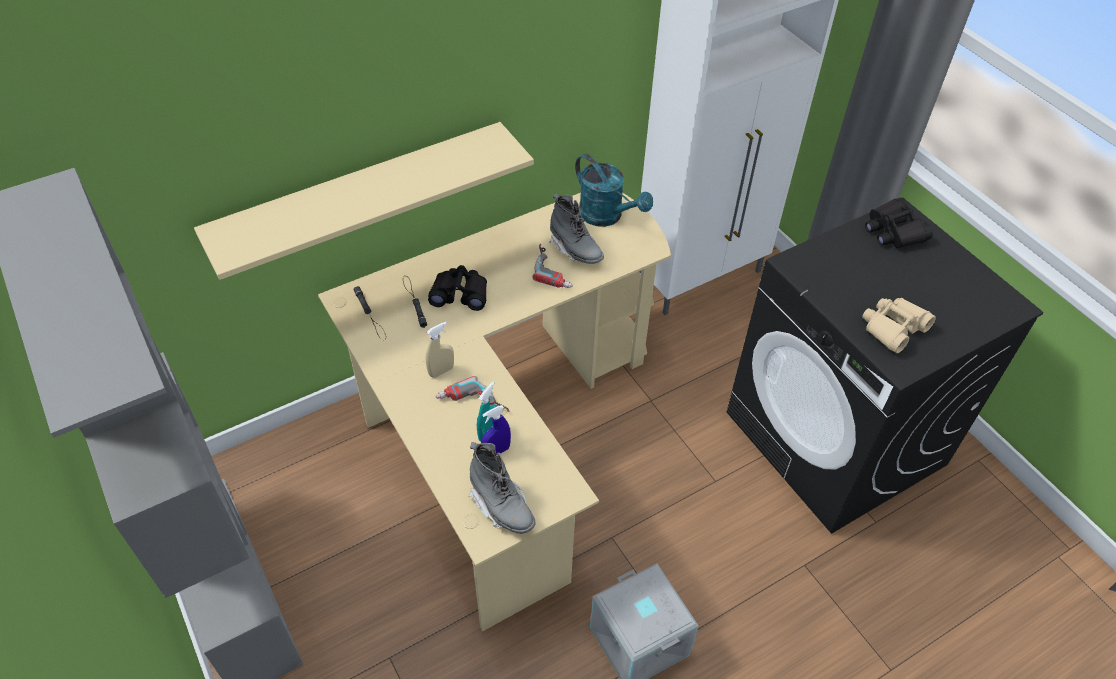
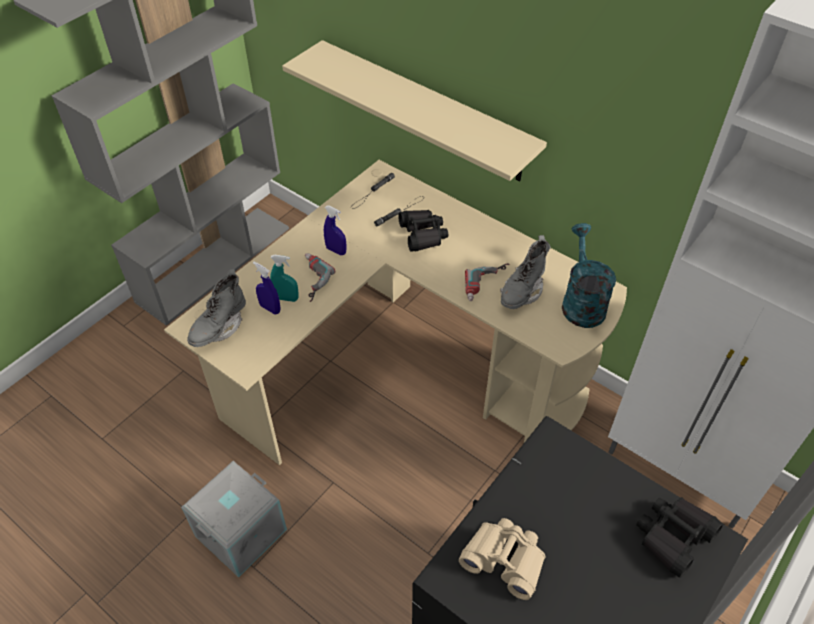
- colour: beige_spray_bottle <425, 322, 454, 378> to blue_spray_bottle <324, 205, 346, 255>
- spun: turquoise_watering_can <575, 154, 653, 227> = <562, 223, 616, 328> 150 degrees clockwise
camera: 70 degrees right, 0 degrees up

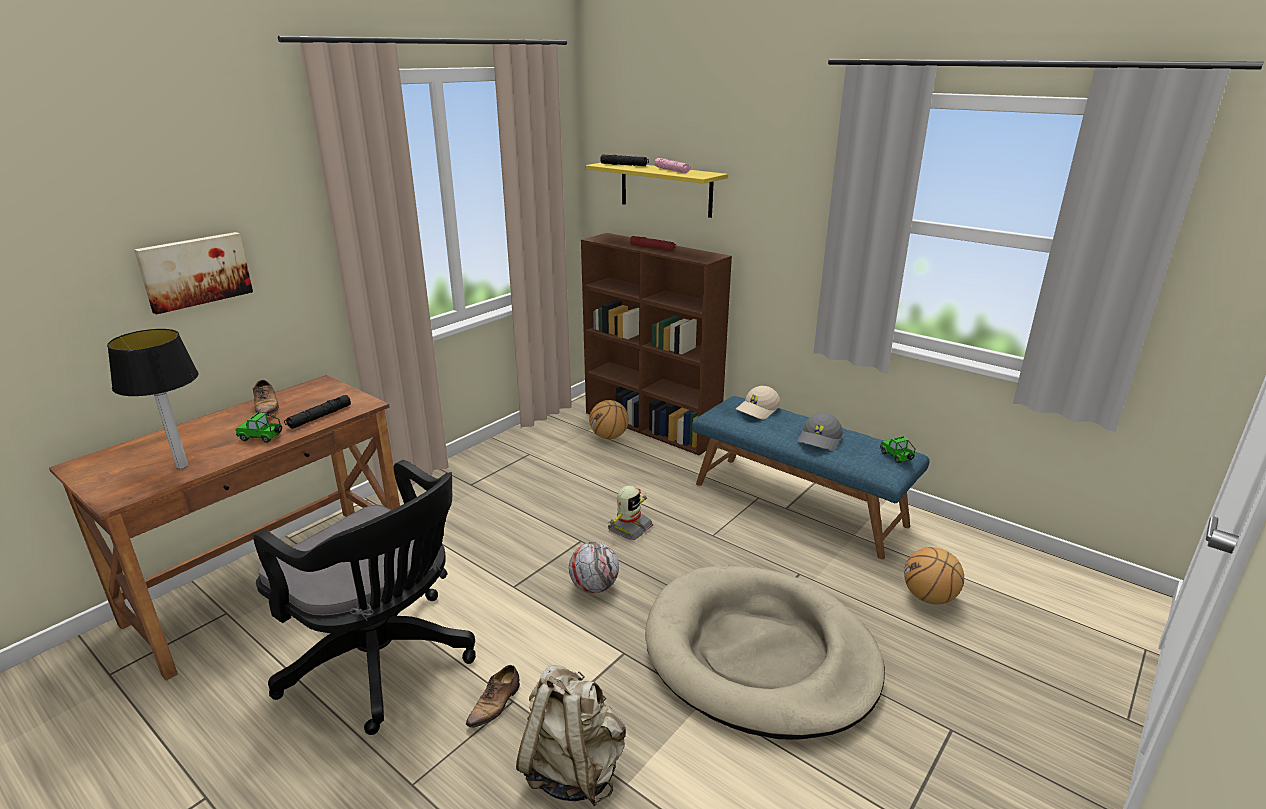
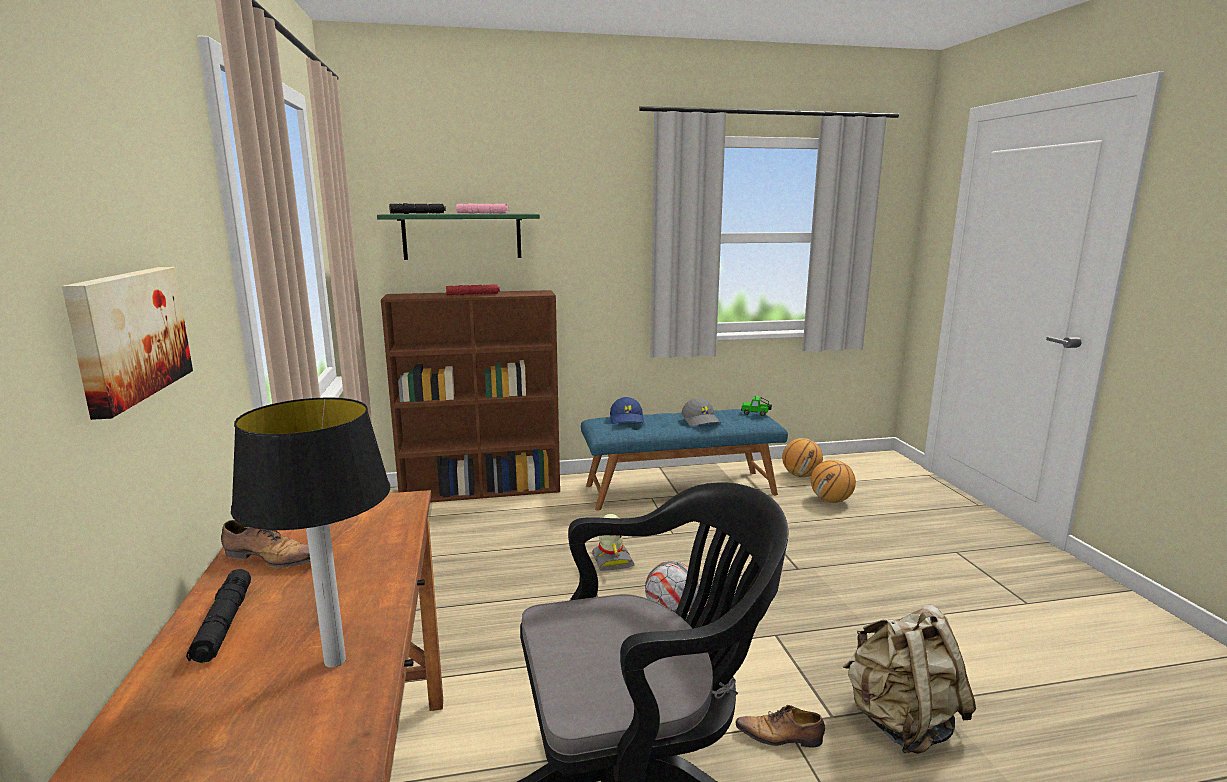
- missing: toy_car <235, 412, 282, 443>
- relocated: black_flashlight <284, 395, 351, 429> to <186, 569, 251, 663>
- spun: shoe <466, 665, 520, 728> = <735, 705, 825, 748> 120 degrees clockwise
- colour: yellow_shelf <585, 163, 728, 218> to green_shelf <377, 214, 540, 260>
- relocated: basketball <589, 400, 629, 439> to <782, 438, 823, 477>
- missing: beige_dog_bed <645, 566, 885, 740>
- colour: beige_cap <736, 386, 781, 419> to blue_cap <610, 397, 644, 424>
camera: 50 degrees left, 10 degrees down

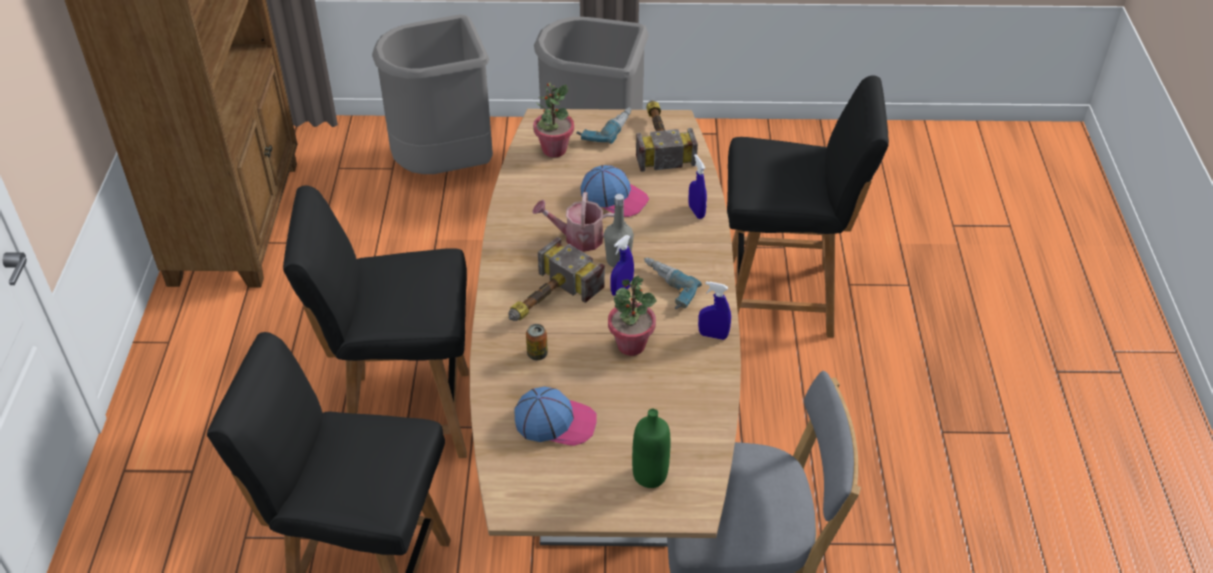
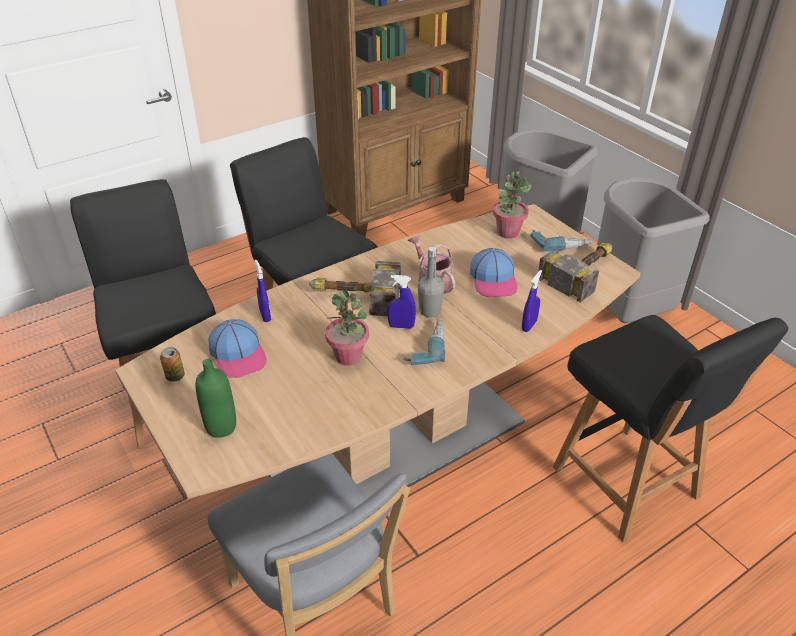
- relocated: can <526, 324, 548, 360> to <160, 347, 185, 382>
- relocated: blue_spray_bottle <698, 281, 731, 340> to <255, 260, 271, 322>
camera: 55 degrees right, 5 degrees down

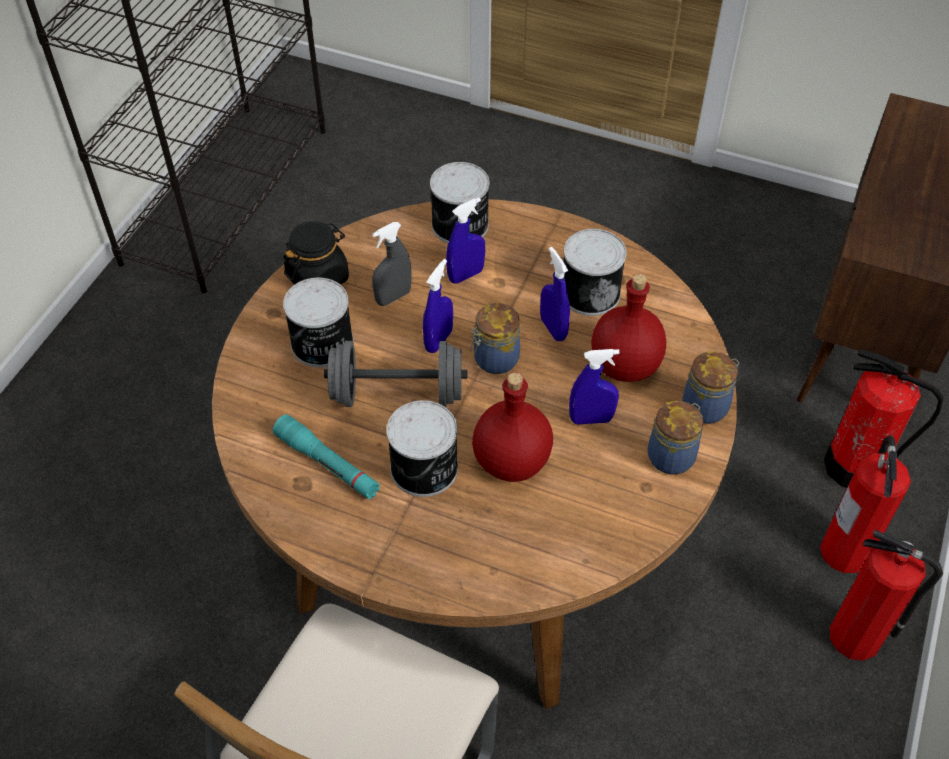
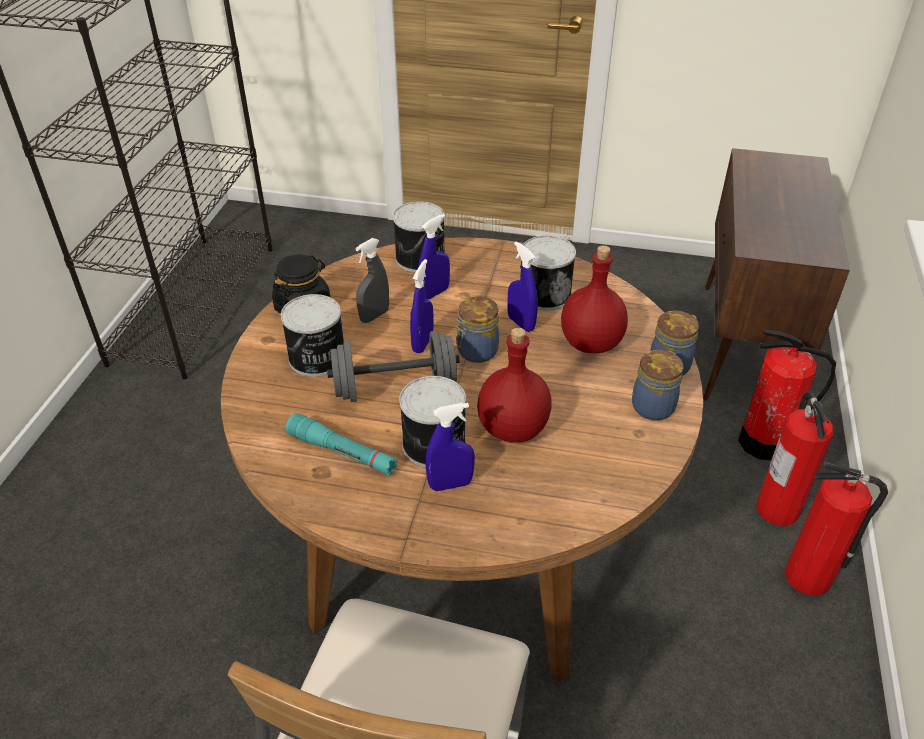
- relocated: blue_spray_bottle <569, 349, 620, 424> to <425, 403, 475, 491>
camera: 10 degrees left, 10 degrees down

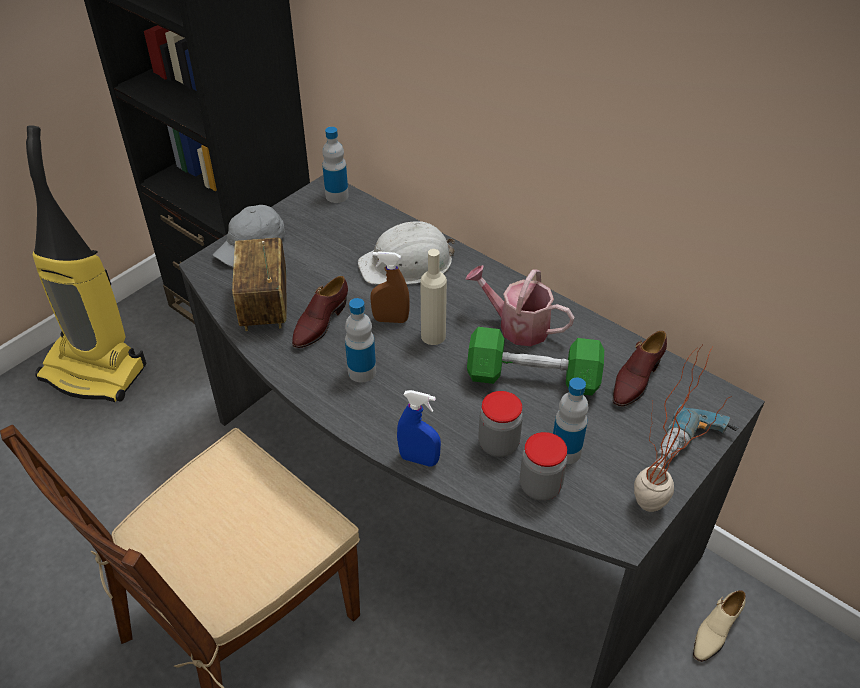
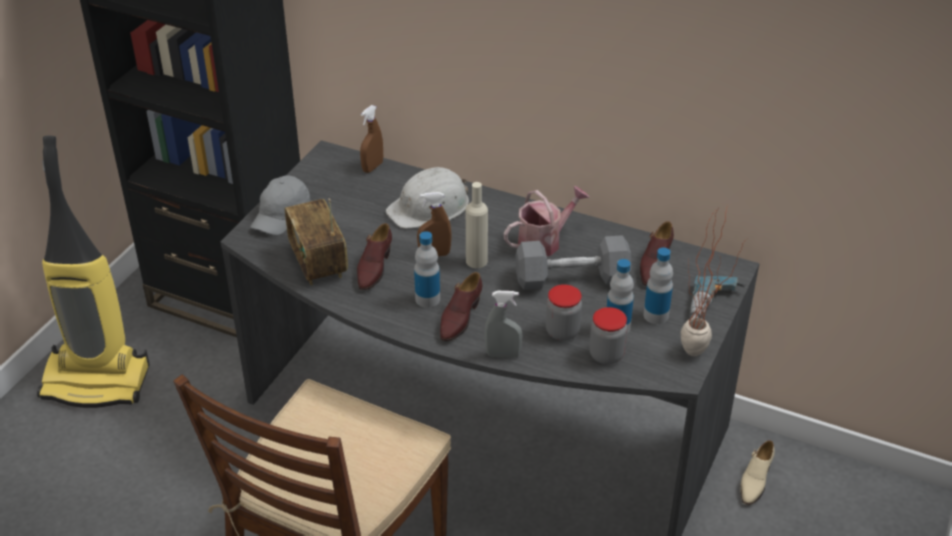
- relocated: bottle <322, 127, 349, 203> to <643, 247, 673, 324>
- colour: blue_spray_bottle <397, 390, 441, 467> to grey_spray_bottle <484, 291, 522, 358>
- spun: watering_can <465, 265, 575, 346> = <504, 186, 589, 256> 135 degrees clockwise
- colour: green_dumbbell <467, 327, 604, 396> to grey_dumbbell <515, 235, 632, 290>
- appeared: brown_spray_bottle <360, 105, 383, 173>
- appeared: brown_shoe <440, 272, 482, 341>
camera: 15 degrees left, 5 degrees down

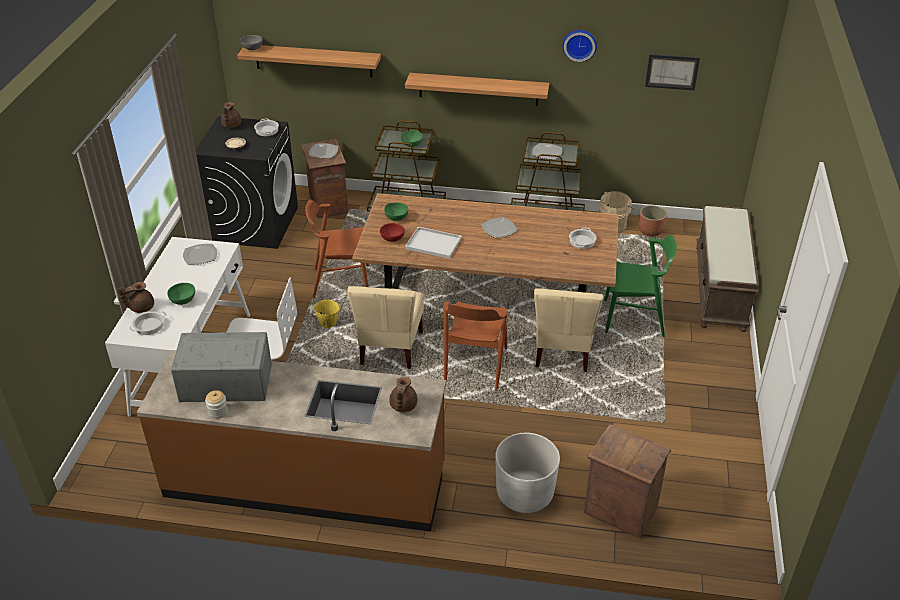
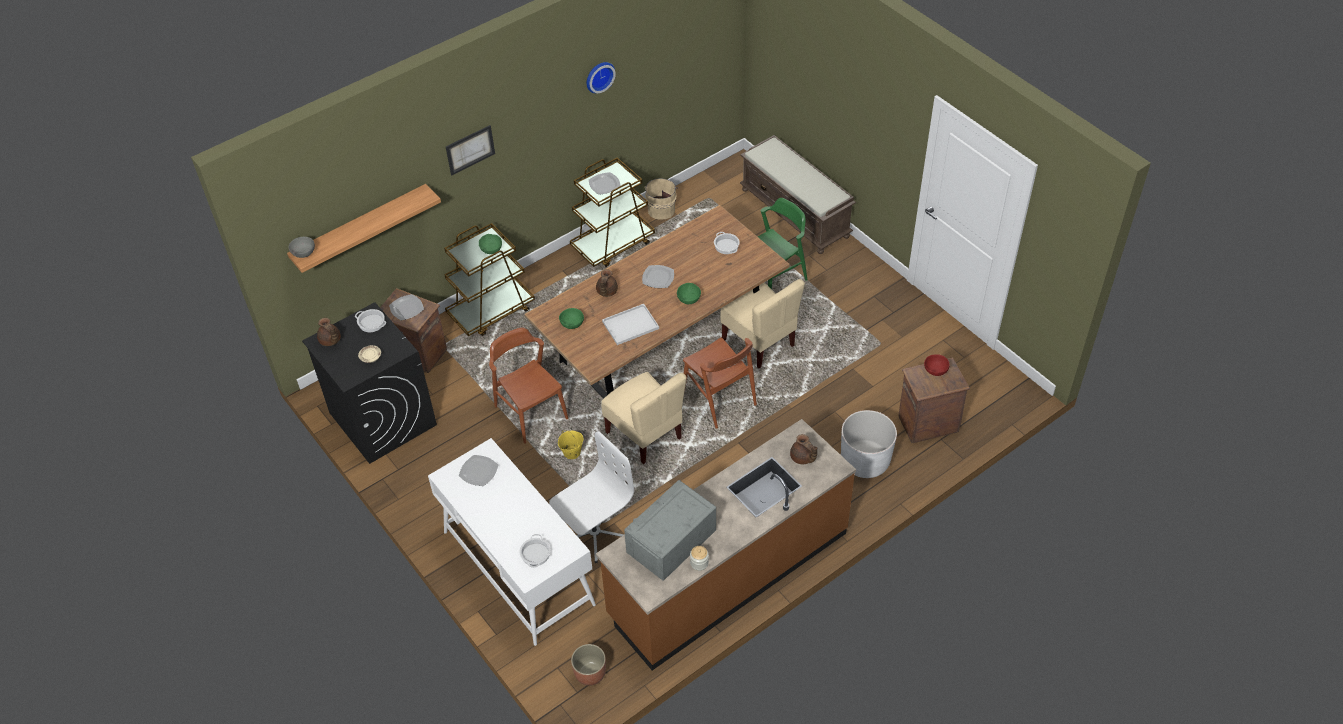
- relocated: brown_teapot <117, 282, 154, 313> to <596, 269, 618, 297>
- relocated: green_bowl <167, 283, 195, 305> to <677, 283, 701, 304>
- spun: brown_chair <305, 199, 369, 298> = <489, 328, 568, 444> 105 degrees clockwise
- relocated: red_bowl <380, 223, 405, 242> to <924, 354, 950, 376>
- missing: shelf <405, 73, 549, 106>
- relocated: planter <639, 205, 667, 237> to <571, 644, 606, 686>
- relocated: picture <645, 54, 700, 90> to <446, 125, 495, 175>
camera: 45 degrees left, 10 degrees up

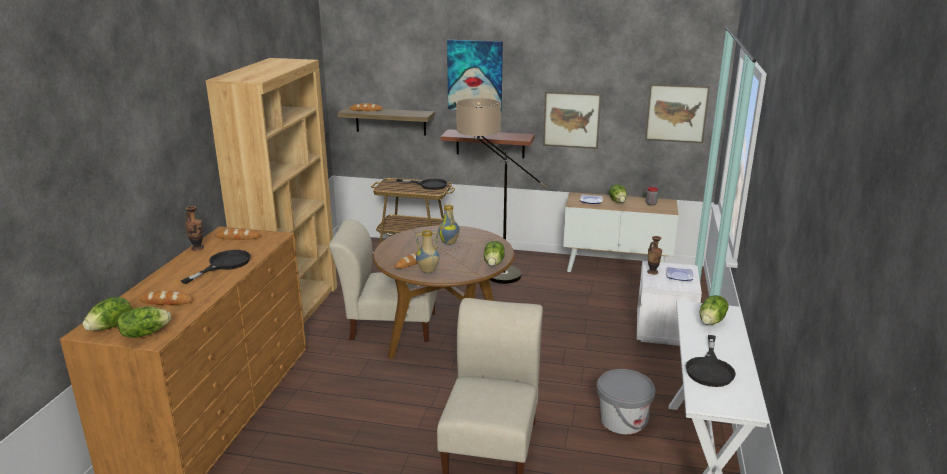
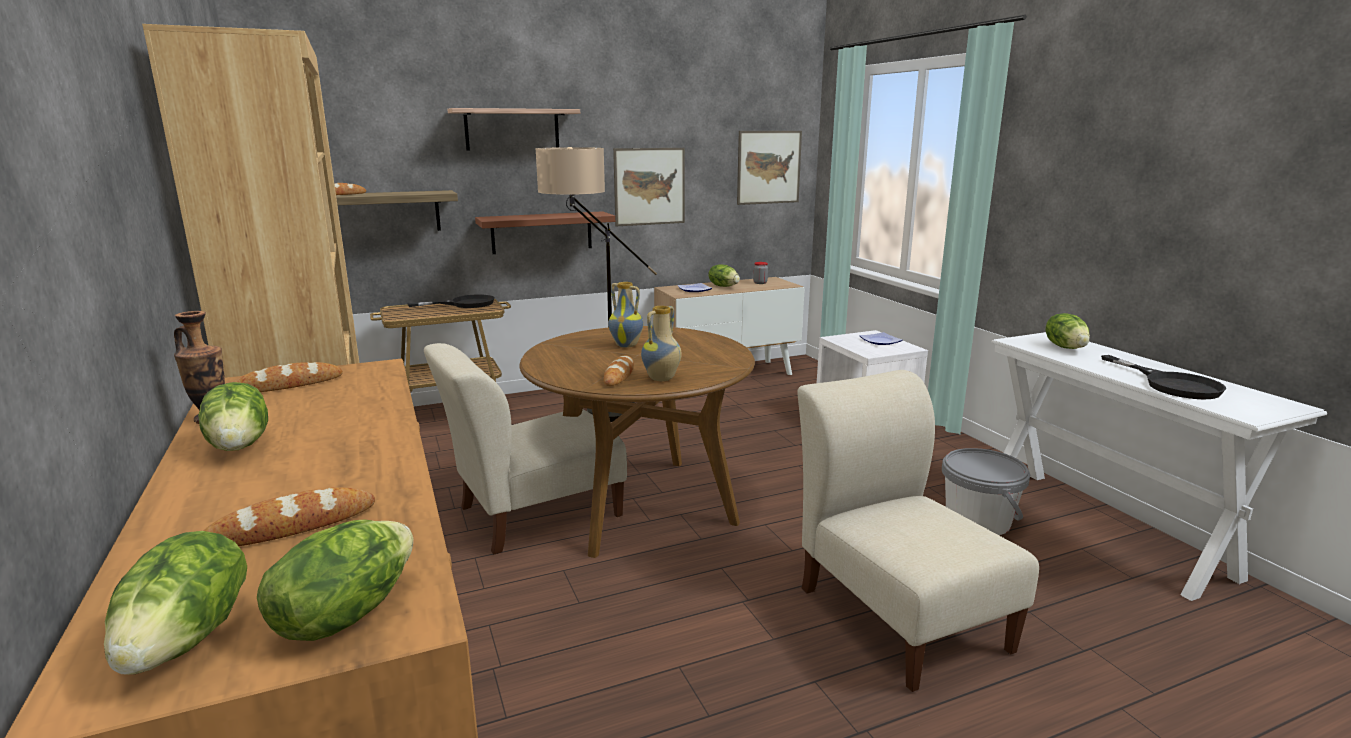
- missing: black_frying_pan <181, 250, 251, 284>
- exchanged: picture <447, 40, 503, 111> to shelf <447, 108, 580, 151>
- relocated: lettuce <484, 241, 505, 266> to <198, 382, 268, 451>
- missing: vase <647, 236, 662, 275>
camera: 35 degrees left, 5 degrees down

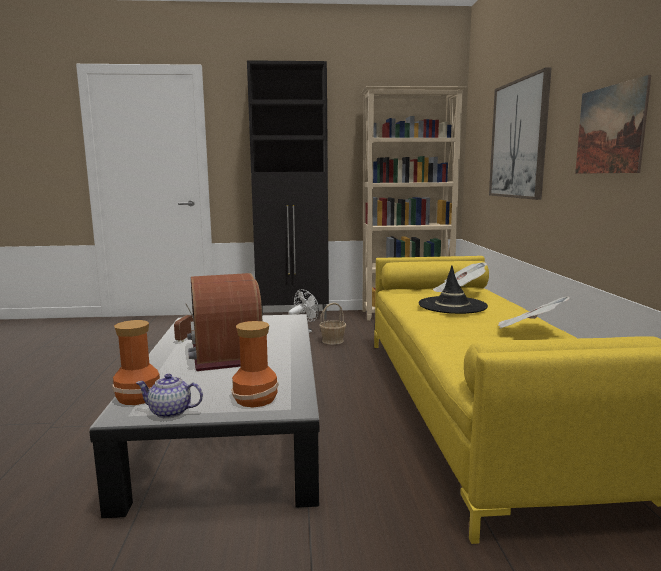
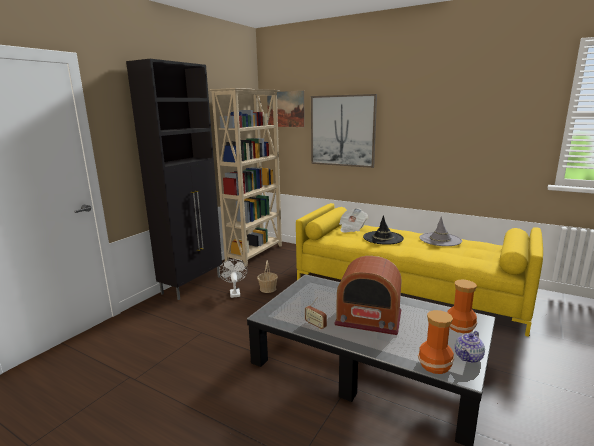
- exchanged: newspaper <498, 297, 570, 329> to grey_hat <420, 216, 462, 246>
- relocated: picture <575, 75, 651, 174> to <267, 91, 305, 127>
camera: 55 degrees left, 5 degrees up

